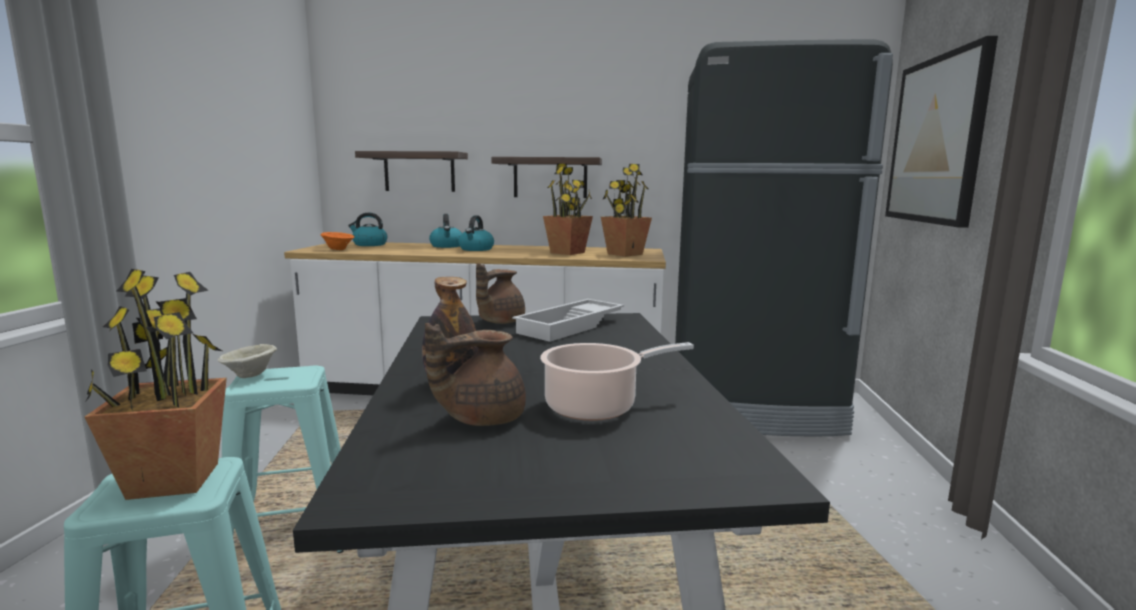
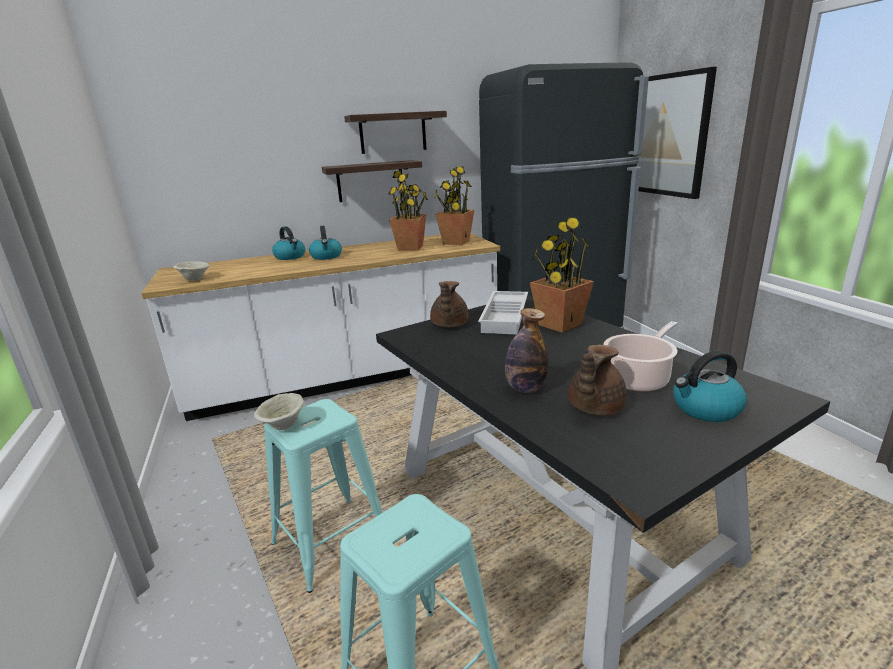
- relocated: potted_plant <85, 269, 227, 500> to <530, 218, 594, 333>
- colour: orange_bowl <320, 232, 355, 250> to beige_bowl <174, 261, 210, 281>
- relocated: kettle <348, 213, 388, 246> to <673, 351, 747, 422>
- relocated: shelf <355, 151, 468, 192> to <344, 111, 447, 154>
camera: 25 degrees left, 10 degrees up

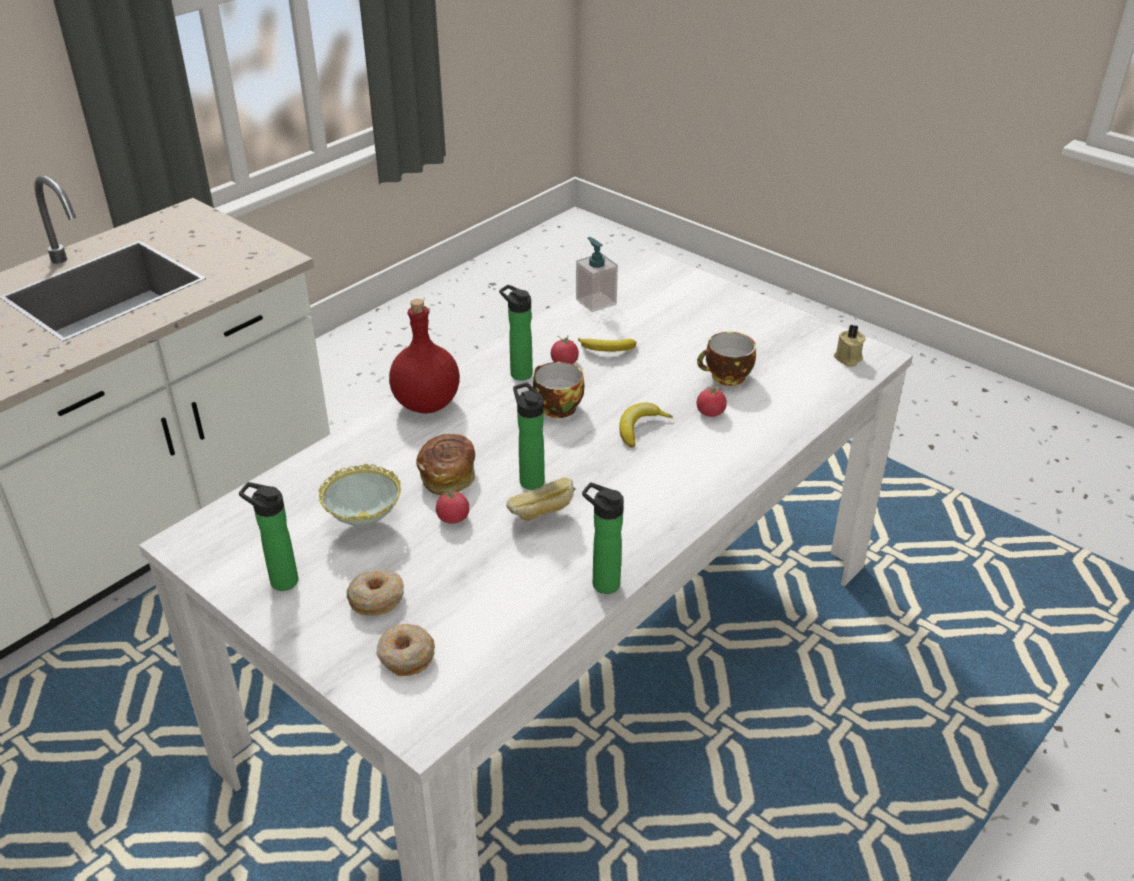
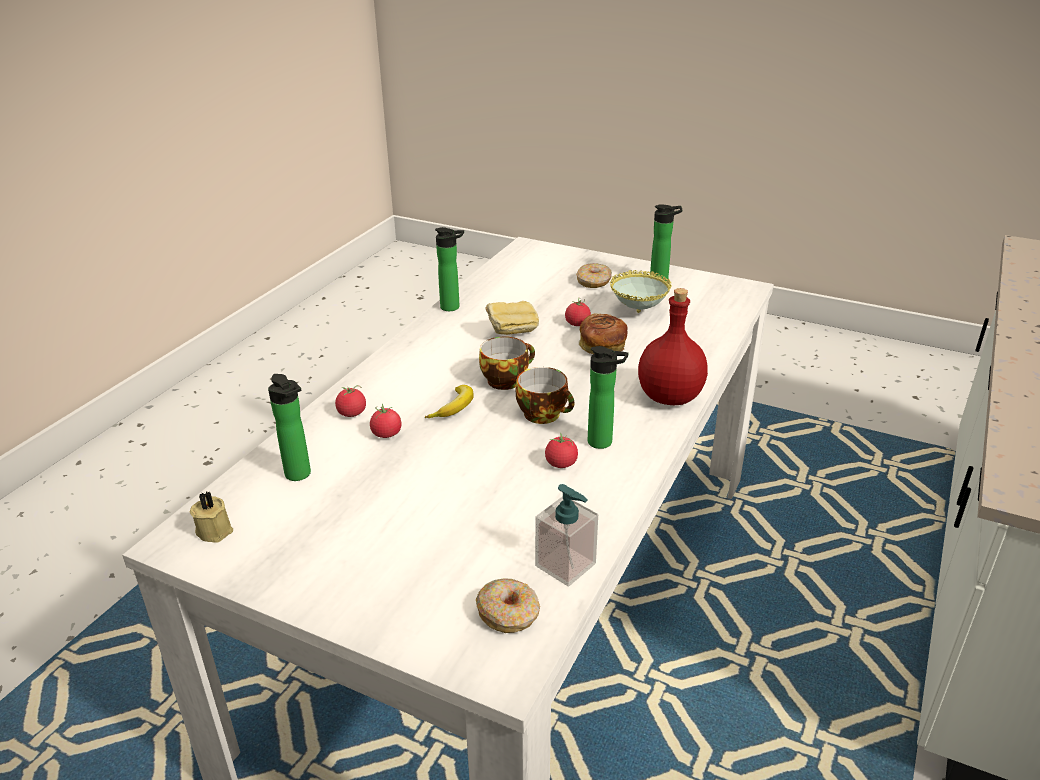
- relocated: donut <376, 624, 435, 676> to <476, 578, 540, 633>
- relocated: bottle <513, 383, 545, 490> to <268, 374, 311, 481>
- missing: banana <578, 338, 637, 351>
- relocated: cup <697, 332, 756, 386> to <479, 336, 535, 390>
- appeared: tomato <335, 385, 366, 417>
camera: 165 degrees right, 5 degrees down

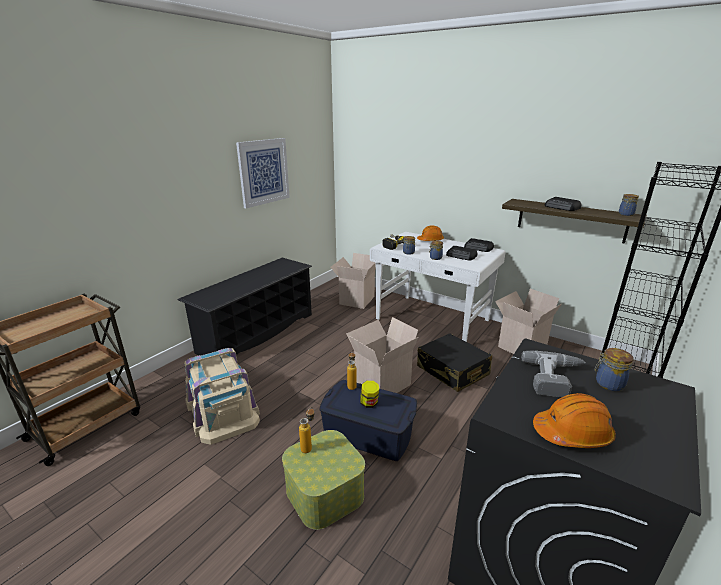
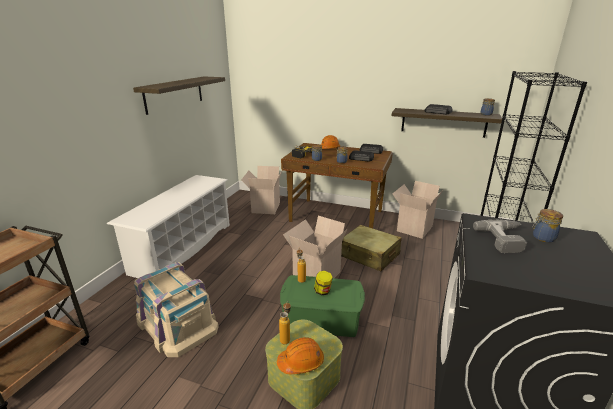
- colour: black_shoe_rack <178, 258, 312, 356> to white_shoe_rack <107, 175, 230, 278>
- exchanged: picture <236, 138, 290, 208> to shelf <133, 76, 225, 115>
- colour: blue_storage_box <320, 380, 417, 461> to green_storage_box <280, 275, 365, 337>
- colour: white_desk <370, 232, 506, 342> to brown_desk <281, 143, 393, 228>
- colour: black_suitcase <417, 333, 492, 392> to beige_suitcase <341, 225, 402, 272>
- relocated: orange_hard_hat <533, 393, 616, 448> to <277, 337, 324, 374>
camera: 15 degrees left, 0 degrees up

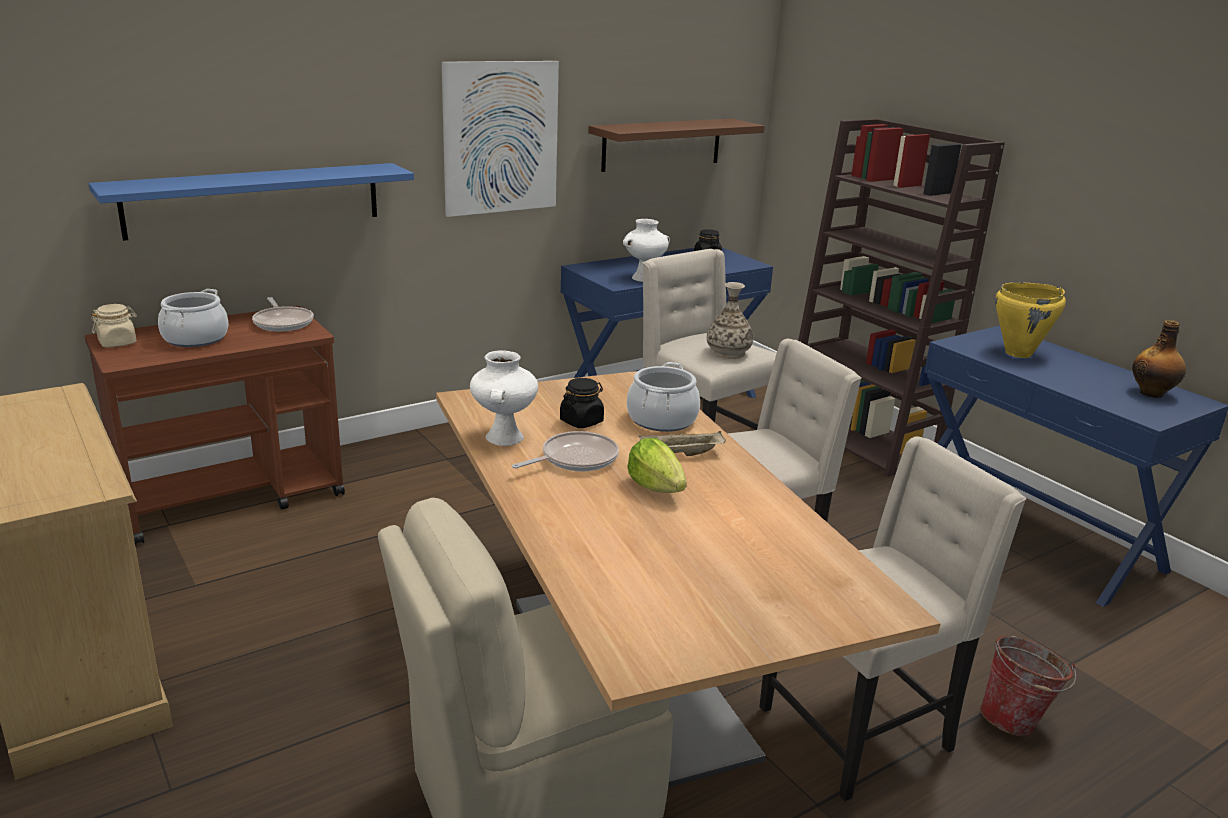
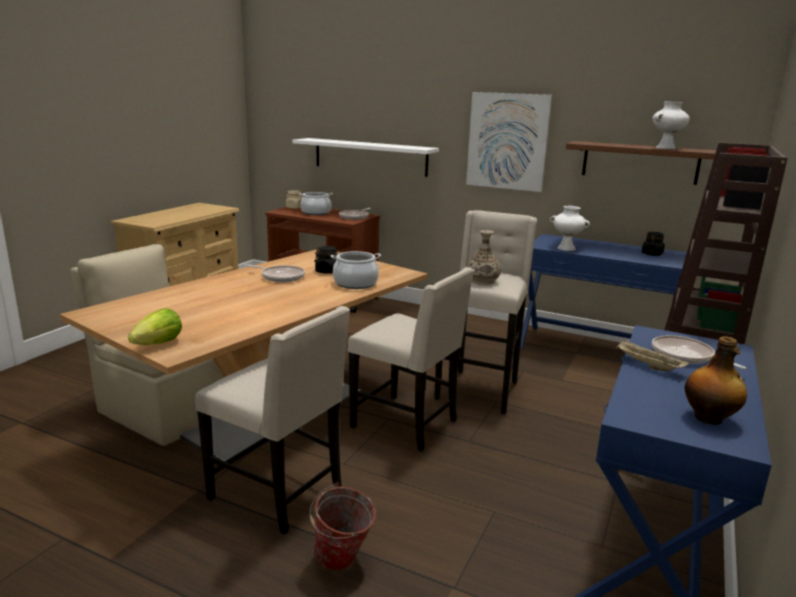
- colour: blue_shelf <88, 163, 414, 241> to white_shelf <292, 138, 439, 177>
- relocated: white_vase <470, 350, 538, 446> to <652, 102, 690, 149>
- relocated: lettuce <627, 438, 687, 493> to <128, 308, 182, 345>
- relocated: beige_tray <639, 431, 726, 456> to <616, 340, 689, 371>
- exchanged: yellow_cooking_pot <995, 282, 1066, 358> to frying_pan <652, 335, 746, 369>
camera: 60 degrees right, 5 degrees down

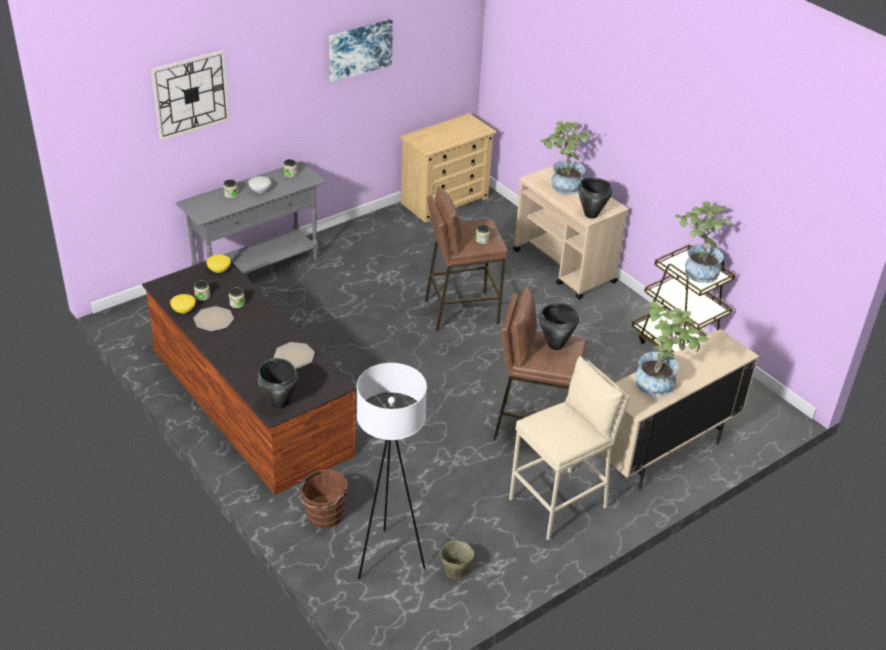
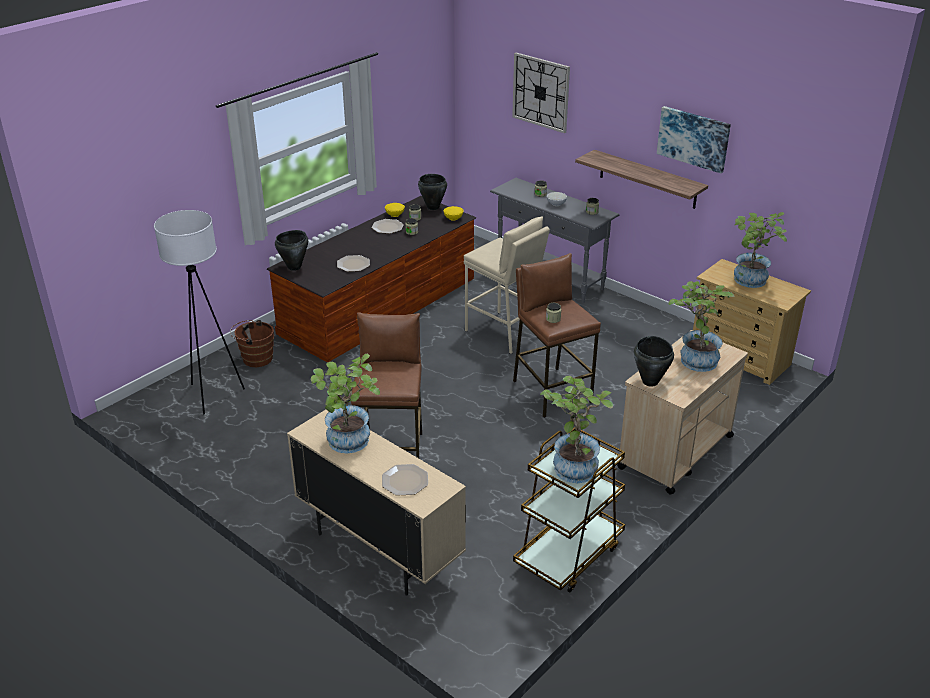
- missing: beige_bucket <440, 538, 474, 579>
- relocated: beige_stool <509, 356, 630, 540> to <464, 216, 550, 354>
- relocated: black_cooking_pot <539, 303, 579, 350> to <418, 174, 447, 210>
- appeared: plate <382, 464, 428, 496>
- appeared: shelf <575, 150, 708, 209>
- appeared: potted_plant <734, 212, 787, 288>
camera: 80 degrees right, 5 degrees down

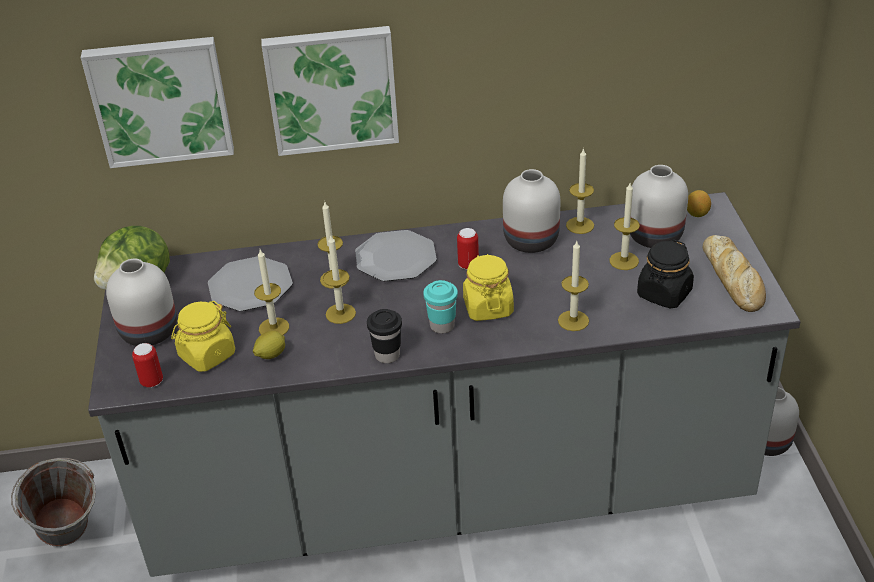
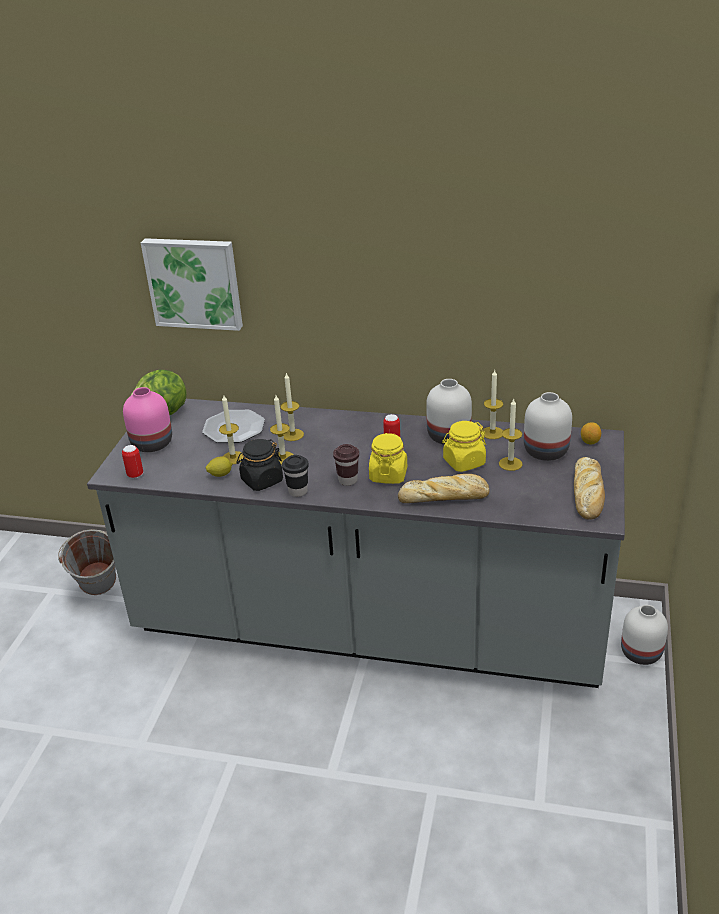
- colour: white_vase <106, 258, 177, 346> to pink_vase <123, 387, 172, 452>
- relocated: yellow_jar <171, 301, 235, 372> to <442, 421, 486, 472>
- missing: picture <261, 26, 399, 156>
- missing: plate <355, 230, 437, 281>
- colour: turquoise_cup <423, 280, 458, 334> to brown_cup <333, 444, 359, 486>
- exchanged: candle <558, 241, 589, 331> to bread <398, 474, 489, 503>
- relocated: black_jar <637, 239, 694, 309> to <236, 439, 283, 491>
camera: 20 degrees right, 5 degrees down

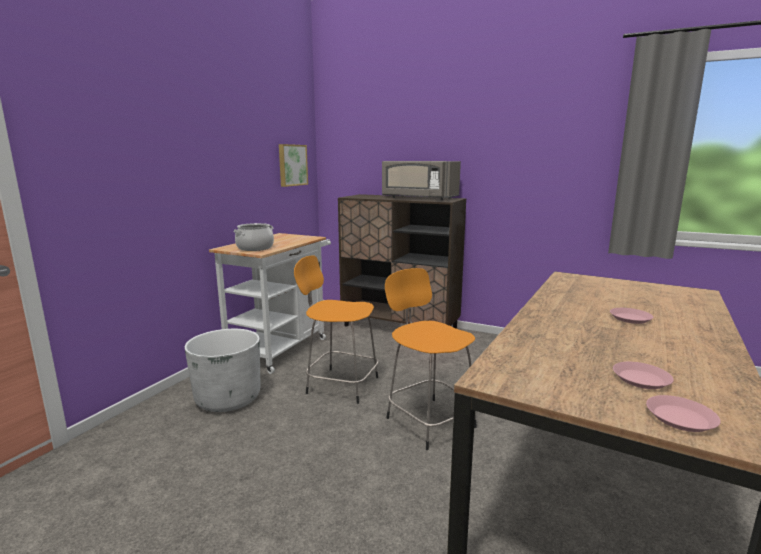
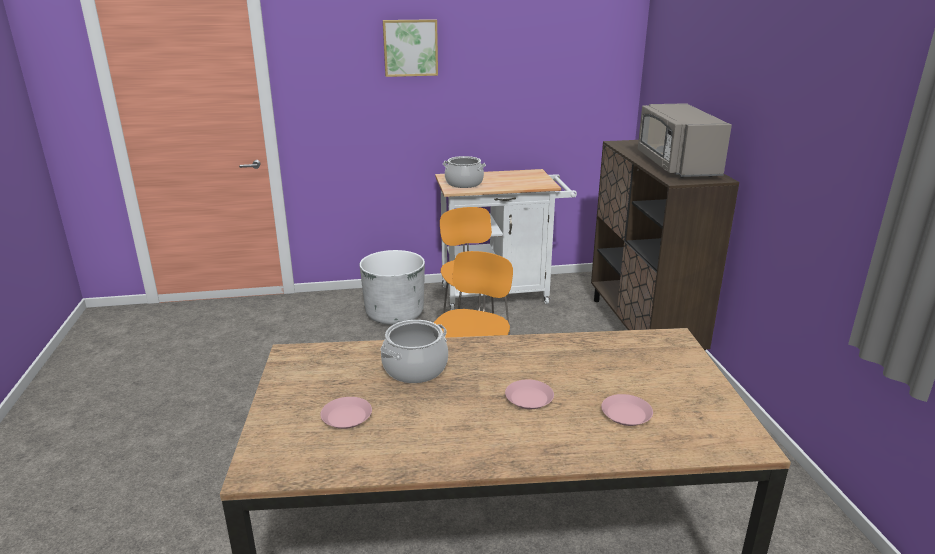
- relocated: picture <279, 144, 308, 187> to <383, 19, 438, 77>
- relocated: pink_plate <646, 395, 721, 432> to <601, 394, 653, 426>
- appeared: cooking_pot <380, 320, 448, 383>
camera: 55 degrees right, 10 degrees up

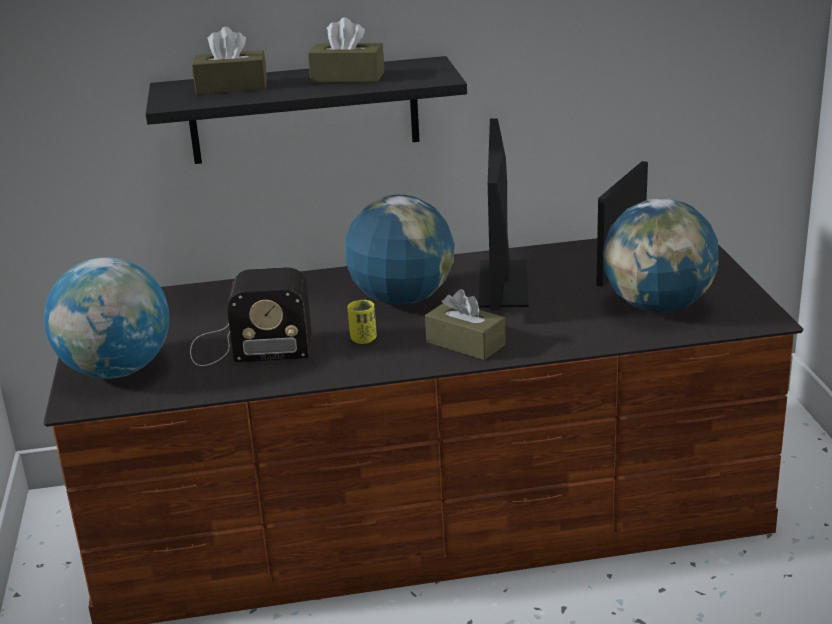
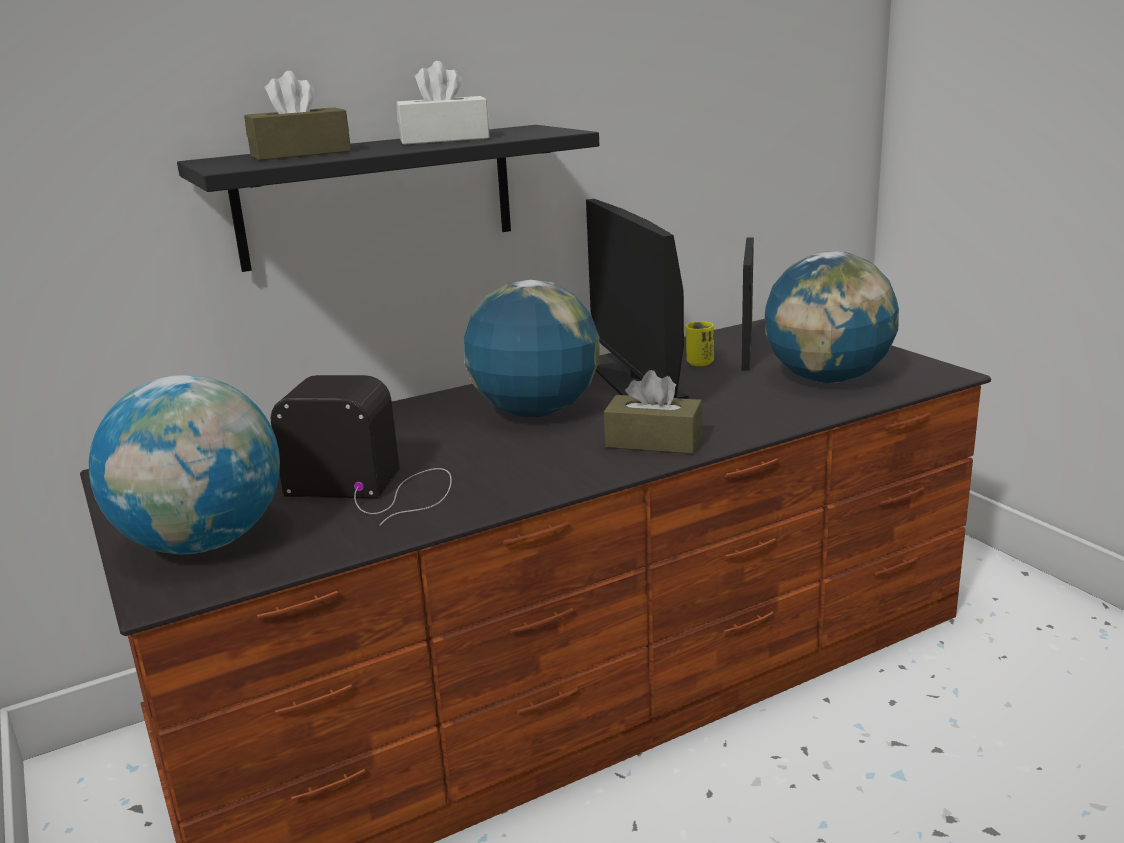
- spun: radio <190, 267, 312, 366> = <271, 375, 452, 526> 150 degrees counterclockwise
- colour: brown_tissue_box <308, 17, 384, 83> to white_tissue_box <396, 61, 490, 145>
- relocated: yellow_cup <347, 300, 377, 344> to <686, 321, 714, 366>
camera: 20 degrees left, 5 degrees down

